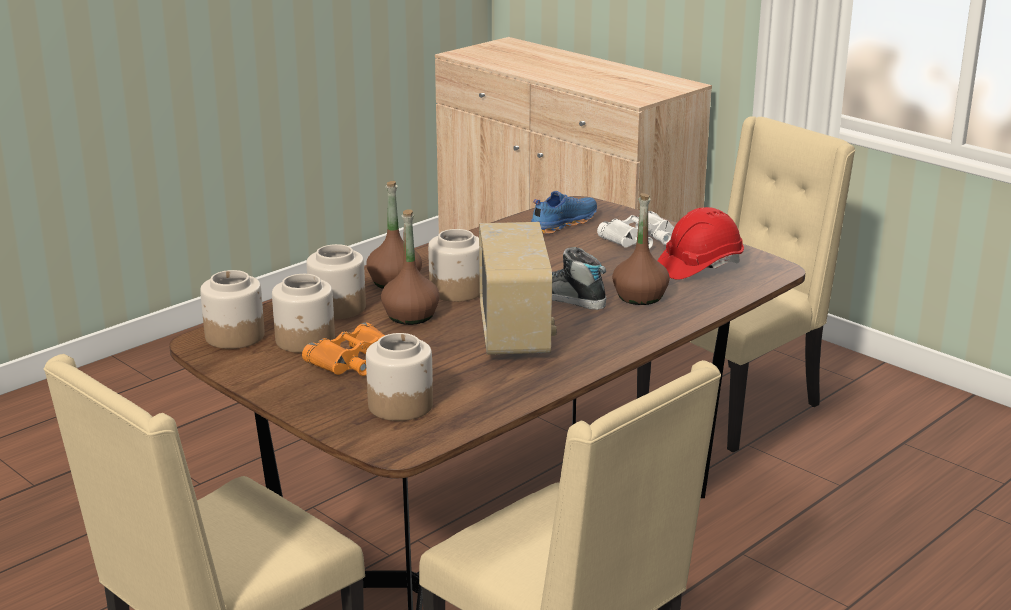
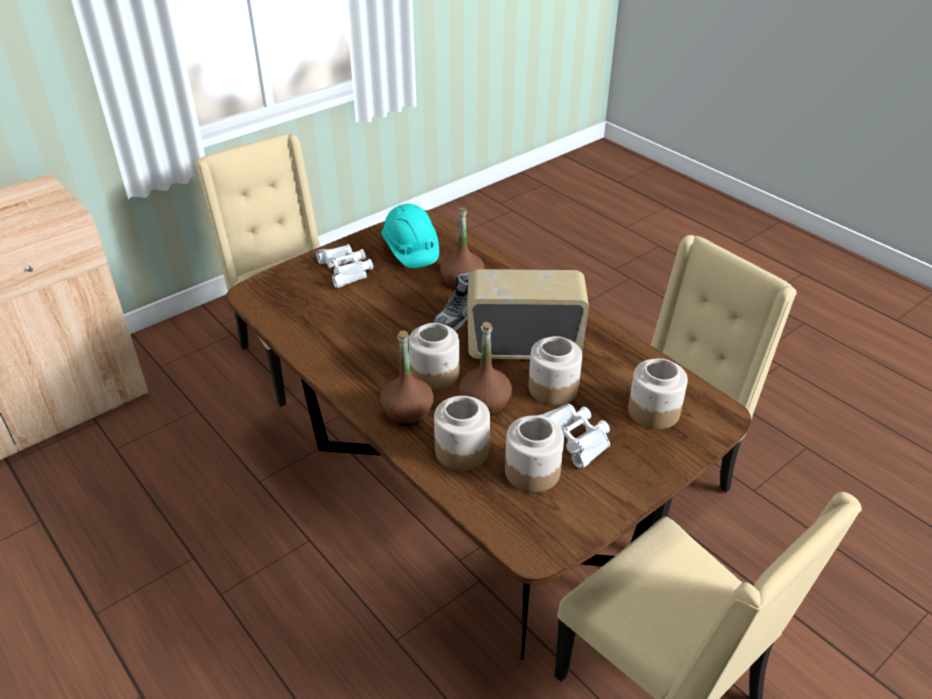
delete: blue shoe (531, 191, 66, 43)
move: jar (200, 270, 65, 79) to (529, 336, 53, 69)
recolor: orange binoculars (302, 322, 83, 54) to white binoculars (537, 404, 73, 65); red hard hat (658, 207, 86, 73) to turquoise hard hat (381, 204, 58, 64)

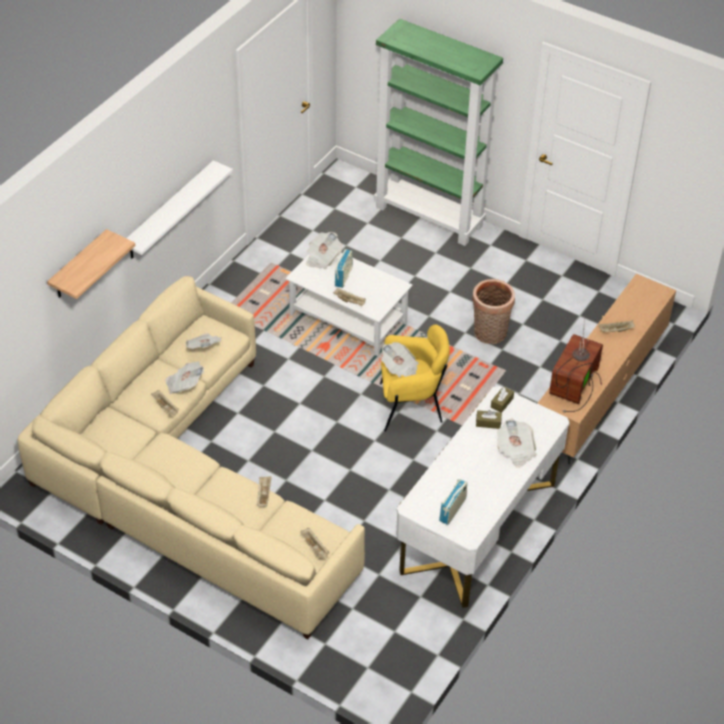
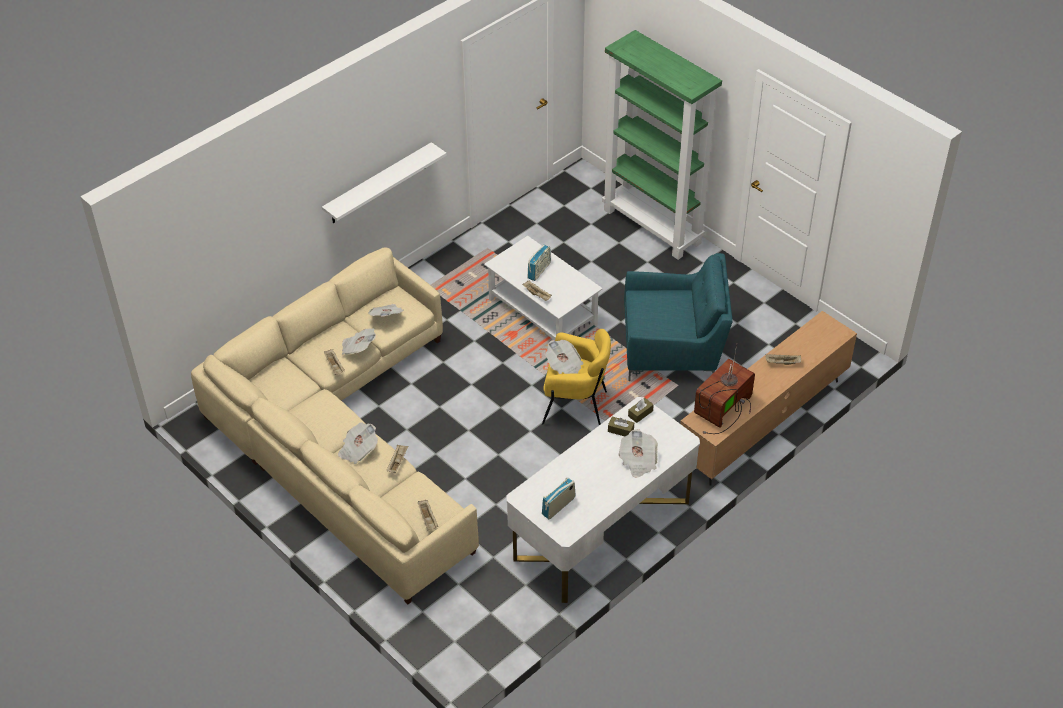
delete: shelf (47, 229, 88, 70)
move: newspaper (306, 232, 36, 37) to (338, 422, 40, 42)
replace: basket (472, 279, 43, 65) to turquoise armchair (624, 253, 109, 128)

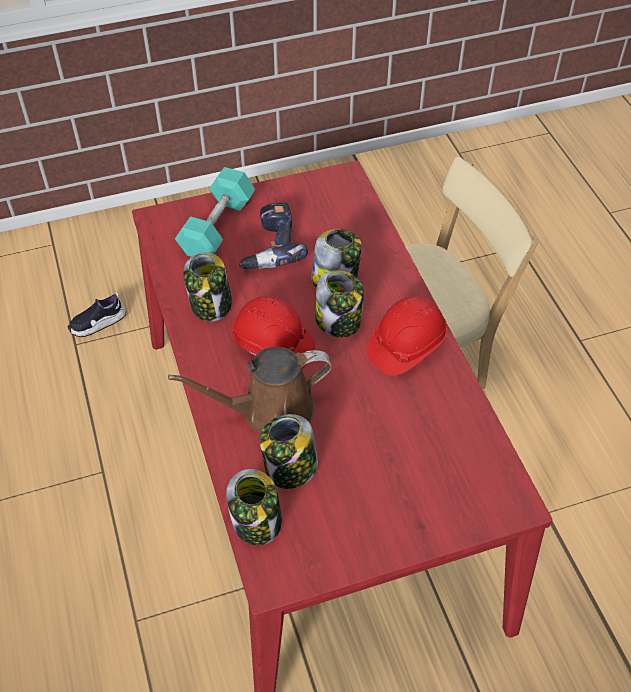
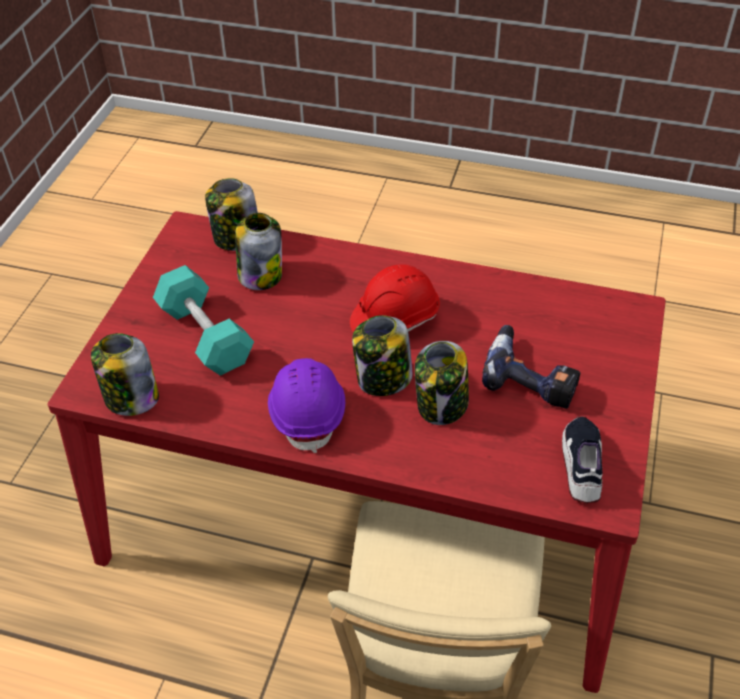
delete: brown watering can (168, 347, 164, 87)
move: shoe (67, 292, 59, 45) to (562, 416, 41, 87); turquoise dumbbell (175, 167, 80, 90) to (153, 265, 101, 111); jar (183, 252, 49, 70) to (91, 333, 68, 83)
recolor: red hard hat (367, 296, 81, 80) to purple hard hat (268, 358, 77, 95)

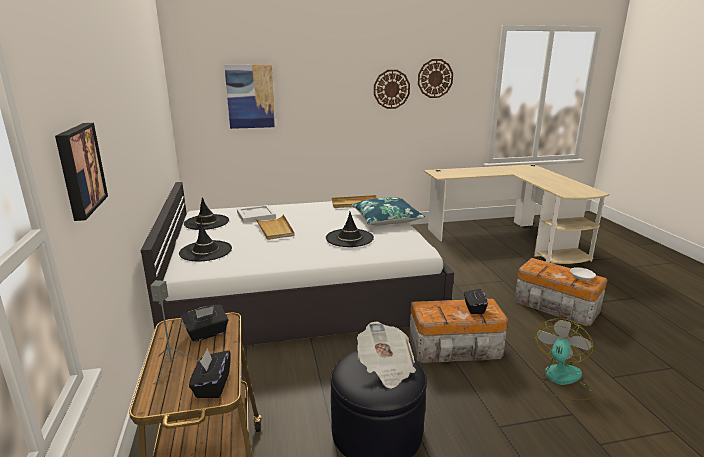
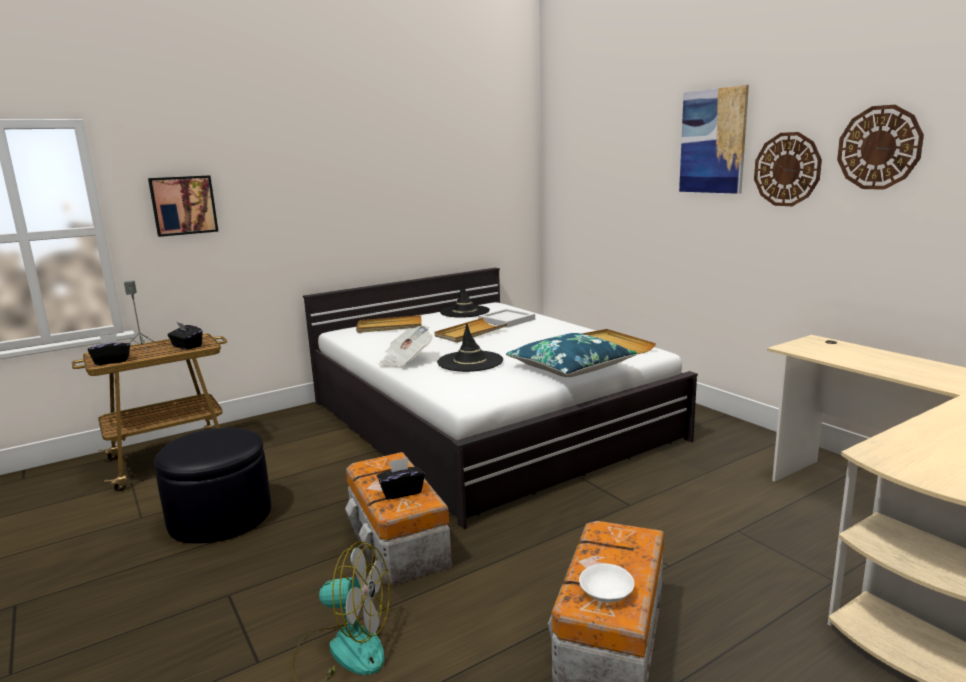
move: picture (224, 65, 52, 64) to (679, 85, 70, 109); newspaper (357, 322, 59, 67) to (379, 326, 54, 41)
replace: black hat (179, 223, 53, 38) to beige tray (356, 315, 66, 18)

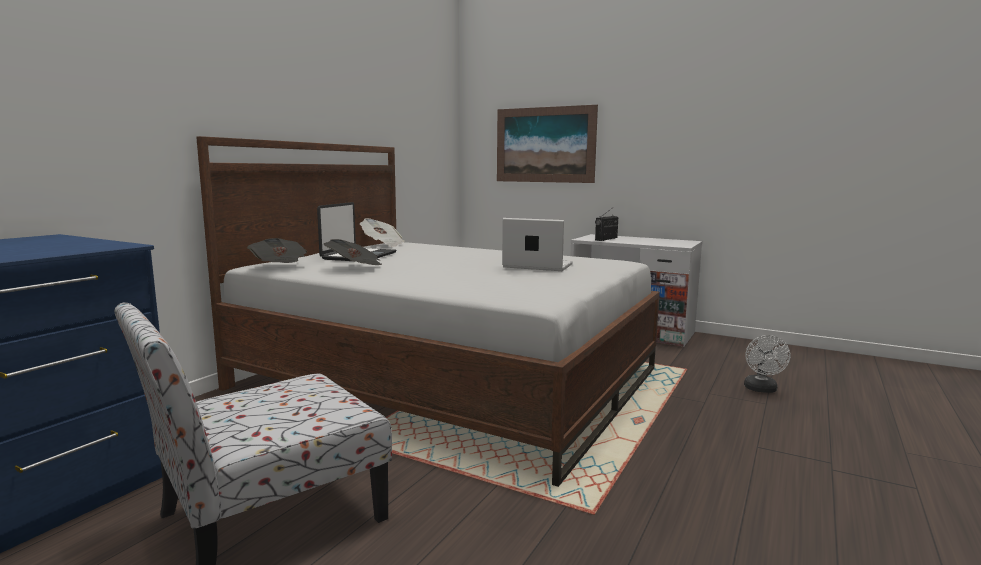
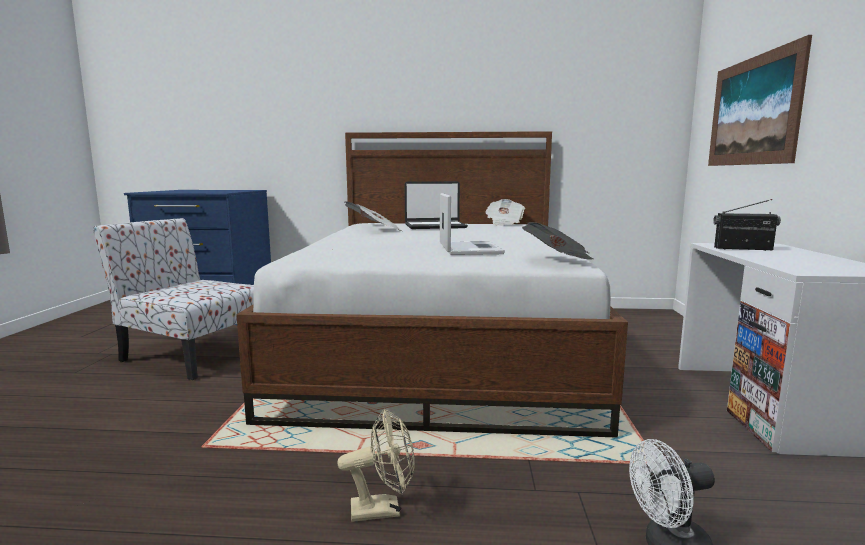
insert: beige fan (337, 408, 78, 114); newspaper (522, 222, 72, 38)

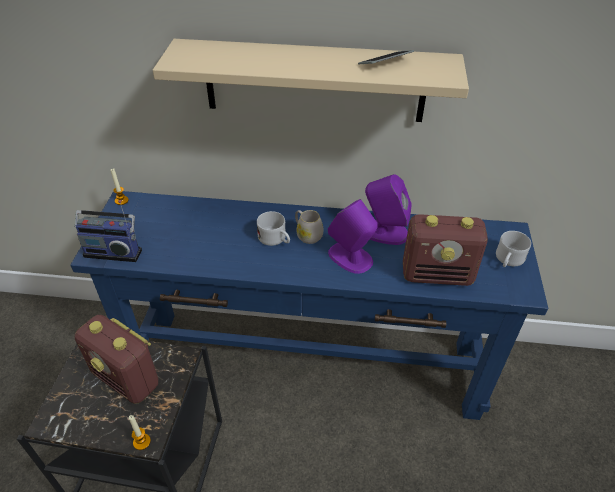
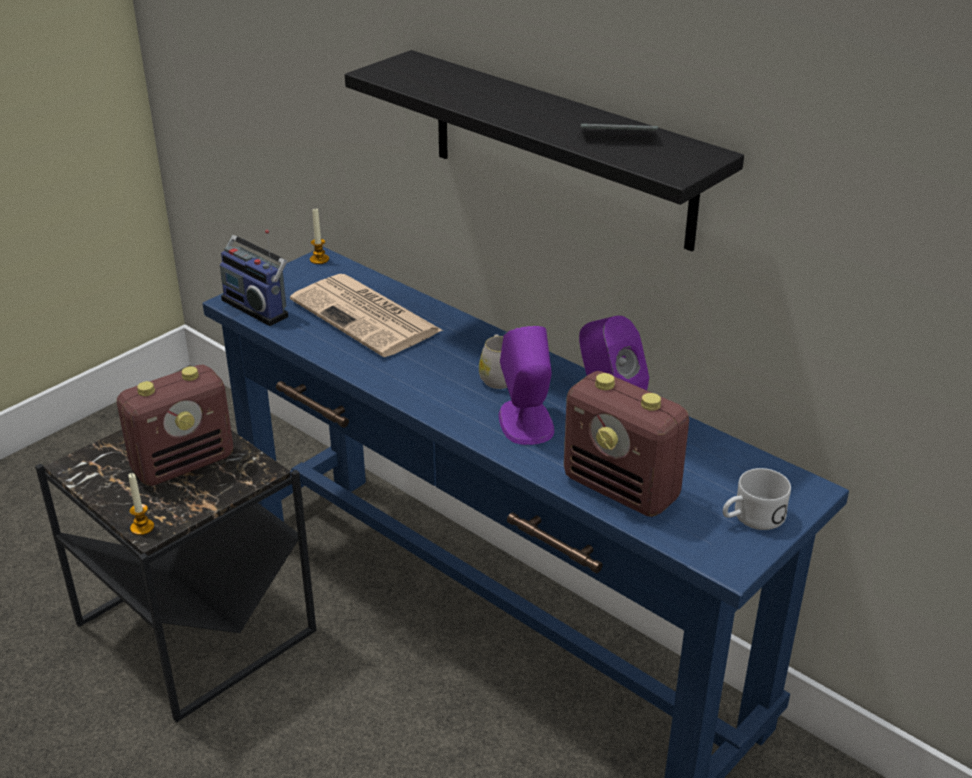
delete: white mug (257, 211, 33, 35)
insert: newspaper (290, 274, 154, 83)
recolor: beige shelf (153, 39, 316, 83) to black shelf (345, 50, 399, 201)
rotate: radio (75, 315, 83, 89) = (117, 365, 116, 121) 105 degrees counterclockwise

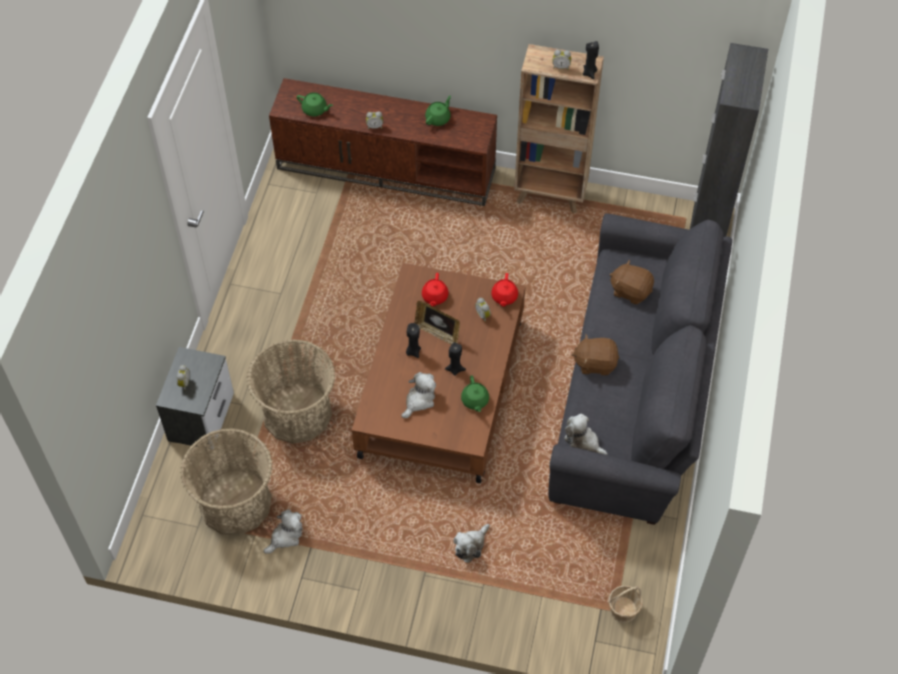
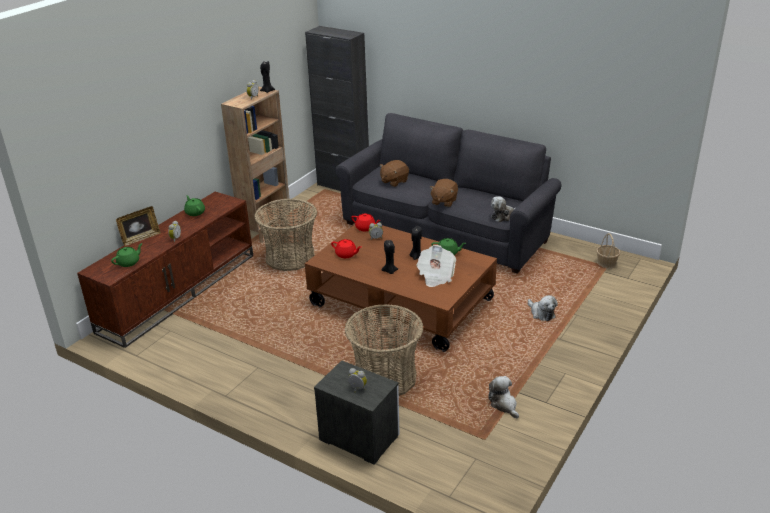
move: basket (180, 428, 92, 108) to (254, 198, 63, 73); picture frame (414, 301, 46, 44) to (116, 206, 45, 40)
replace: plush toy (402, 372, 34, 46) to newspaper (416, 245, 40, 42)

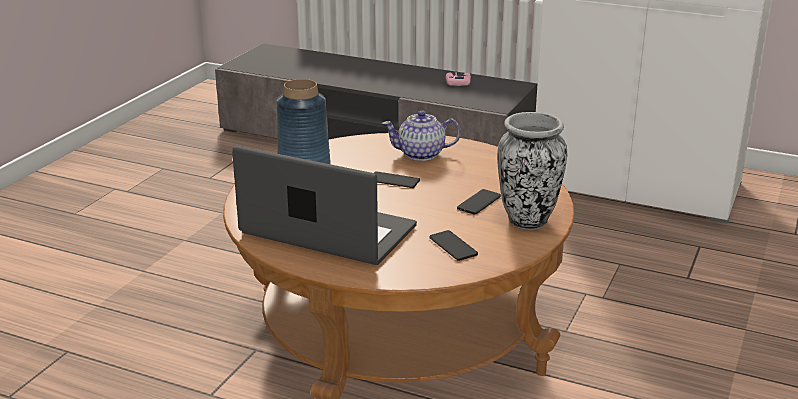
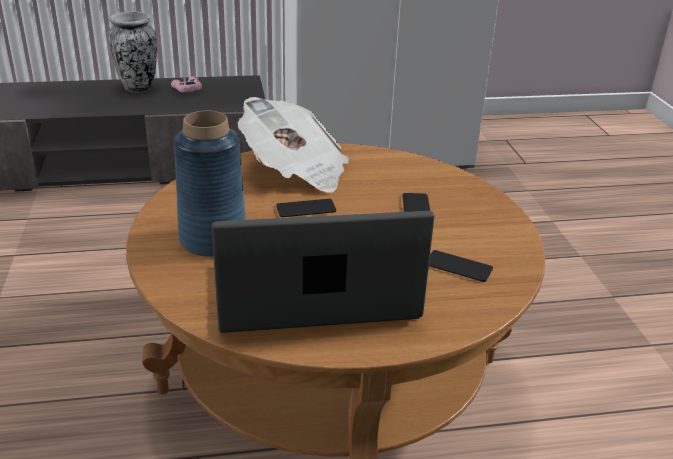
move: vase (497, 112, 70, 118) to (108, 12, 49, 81)
replace: teapot (382, 110, 79, 51) to newspaper (237, 97, 112, 96)

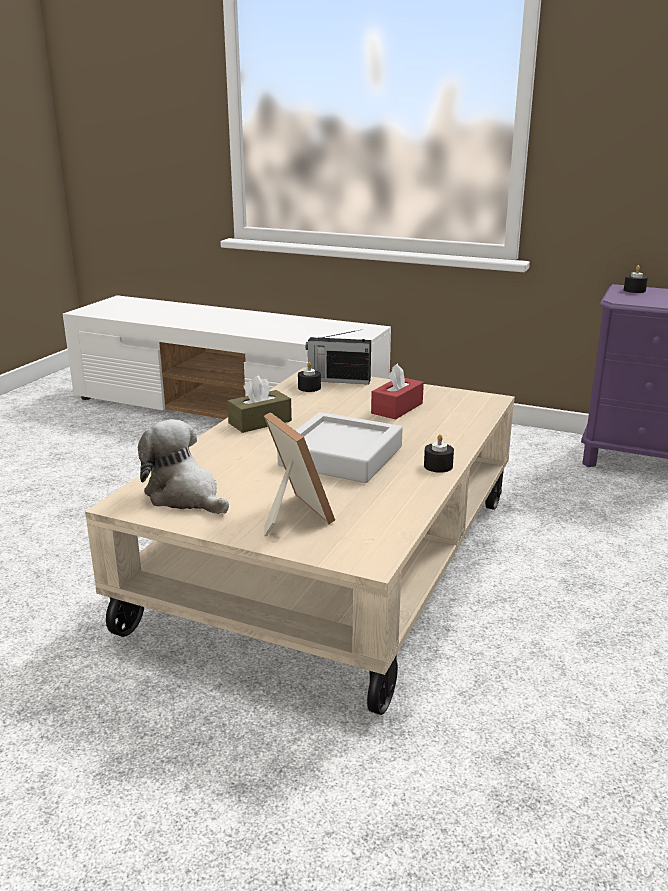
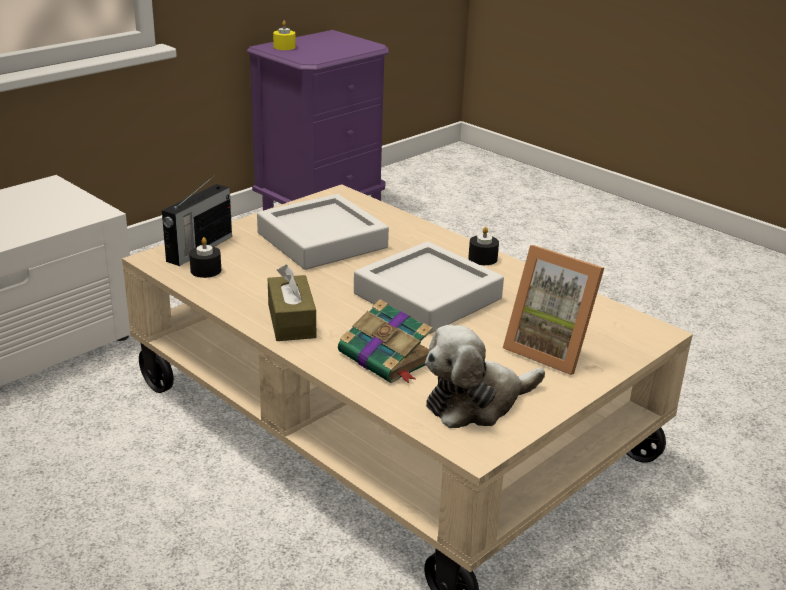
insert: book (338, 299, 95, 84)
replace: red tissue box (371, 364, 53, 56) to grey tray (257, 194, 132, 76)
recolor: black candle (624, 265, 24, 28) to yellow candle (273, 21, 23, 29)
rotate: picture frame (264, 412, 71, 124) = (503, 245, 101, 130) 135 degrees counterclockwise

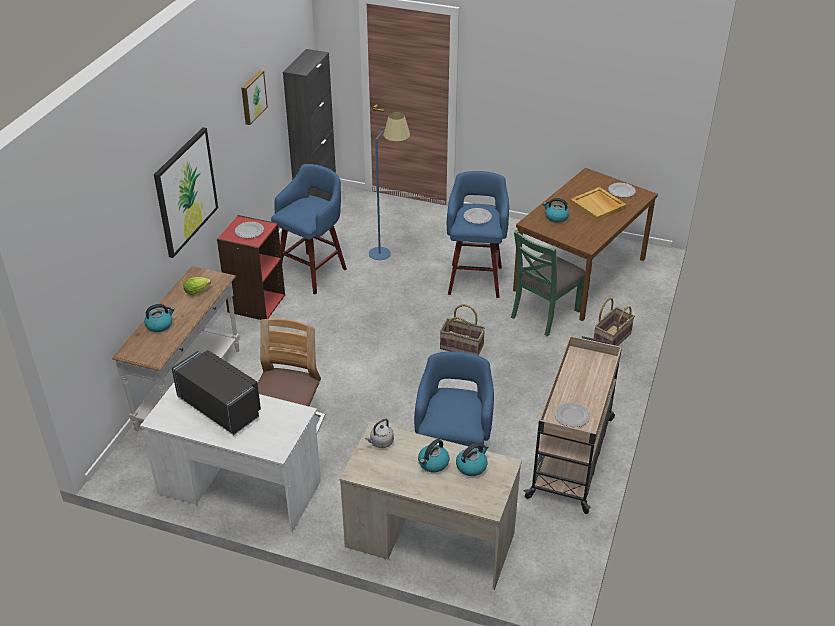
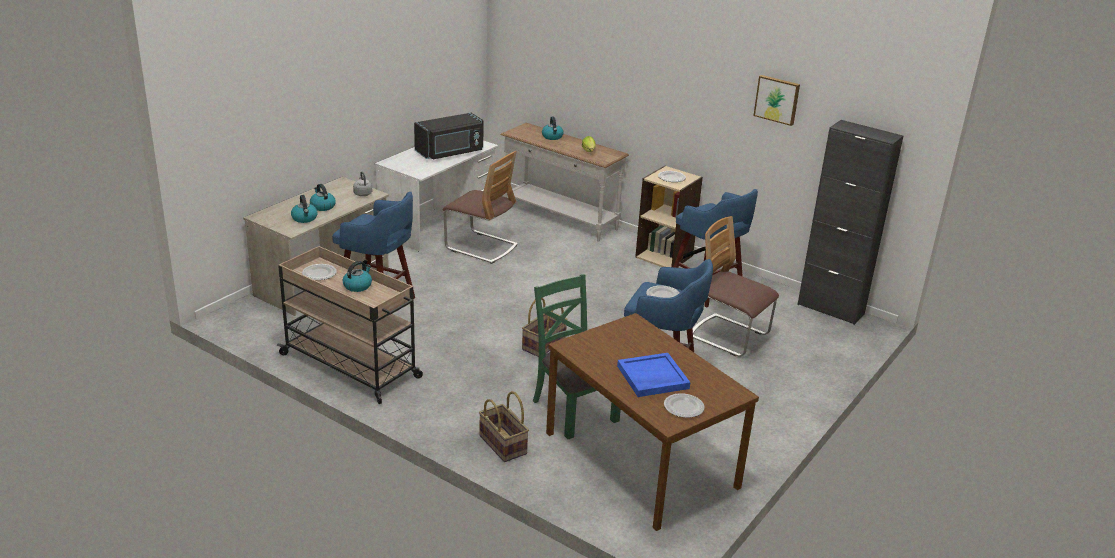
delete: picture (154, 127, 64, 131)
move: kettle (543, 198, 26, 25) to (343, 261, 29, 31)
replace: blue floor lamp (369, 112, 41, 148) to chair (693, 216, 86, 141)
recolor: red bookcase (217, 215, 68, 105) to beige bookcase (635, 166, 68, 101); beige tray (570, 187, 57, 35) to blue tray (617, 353, 74, 44)

